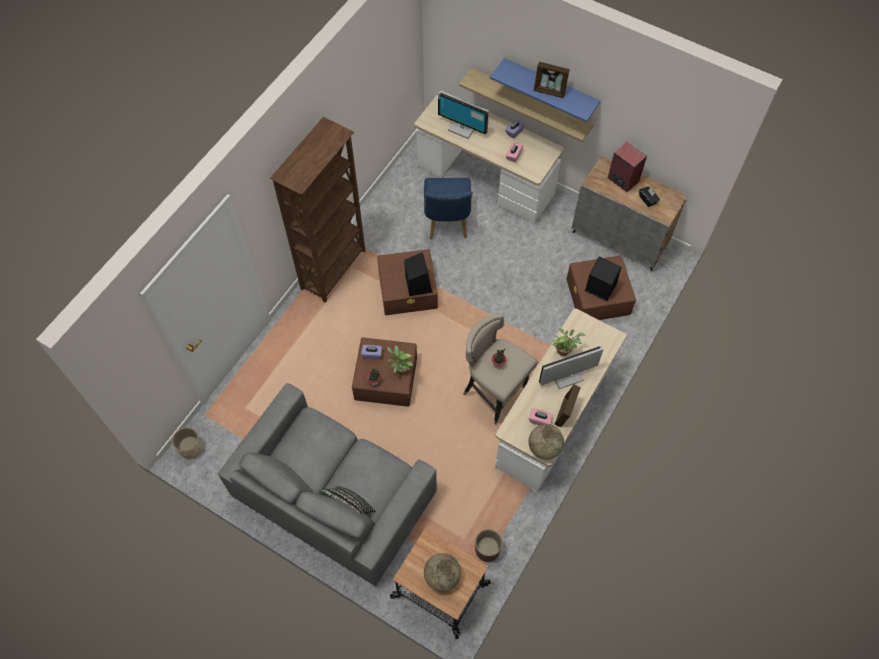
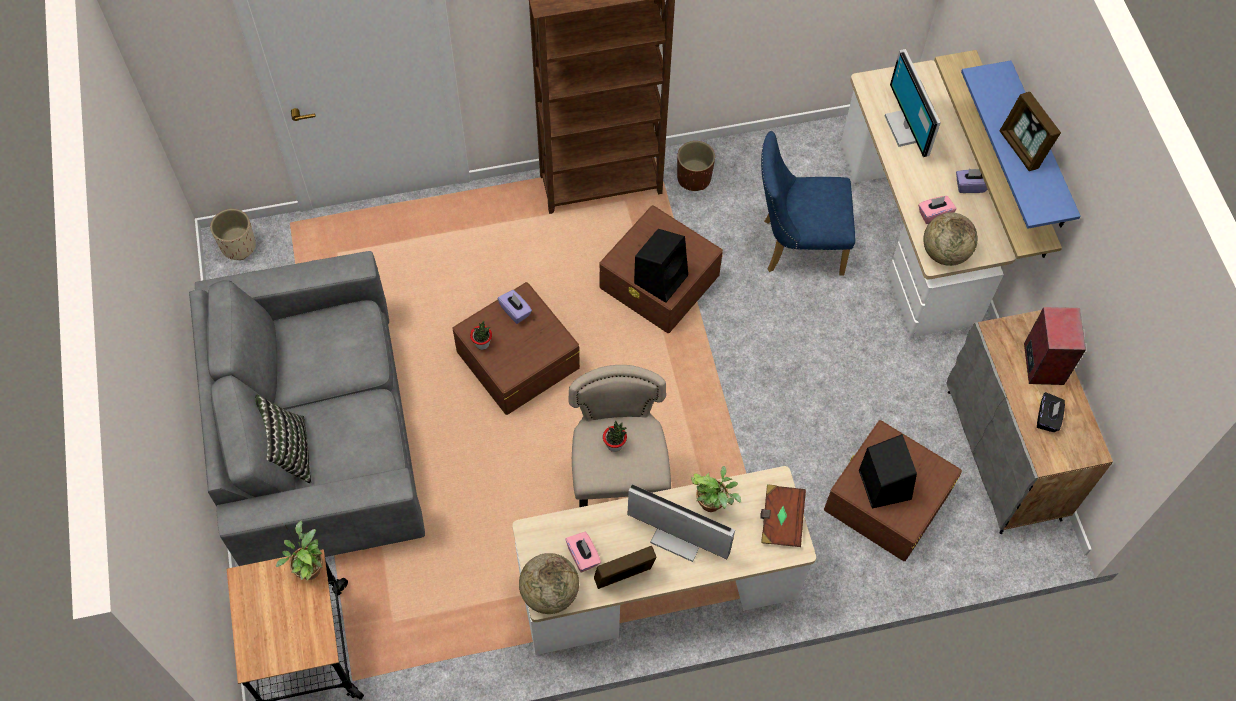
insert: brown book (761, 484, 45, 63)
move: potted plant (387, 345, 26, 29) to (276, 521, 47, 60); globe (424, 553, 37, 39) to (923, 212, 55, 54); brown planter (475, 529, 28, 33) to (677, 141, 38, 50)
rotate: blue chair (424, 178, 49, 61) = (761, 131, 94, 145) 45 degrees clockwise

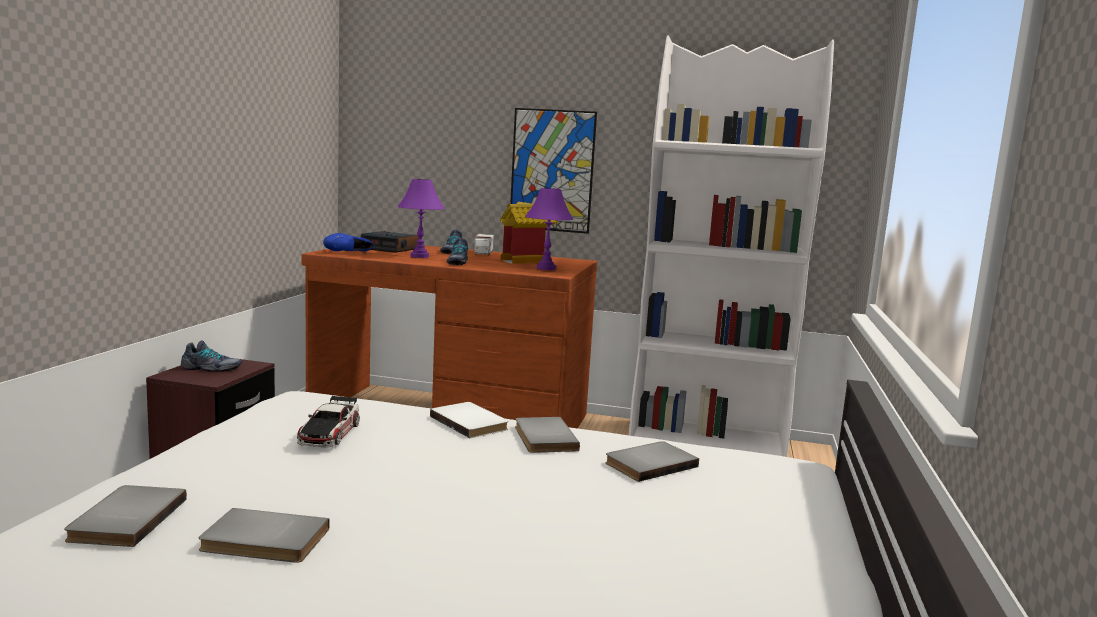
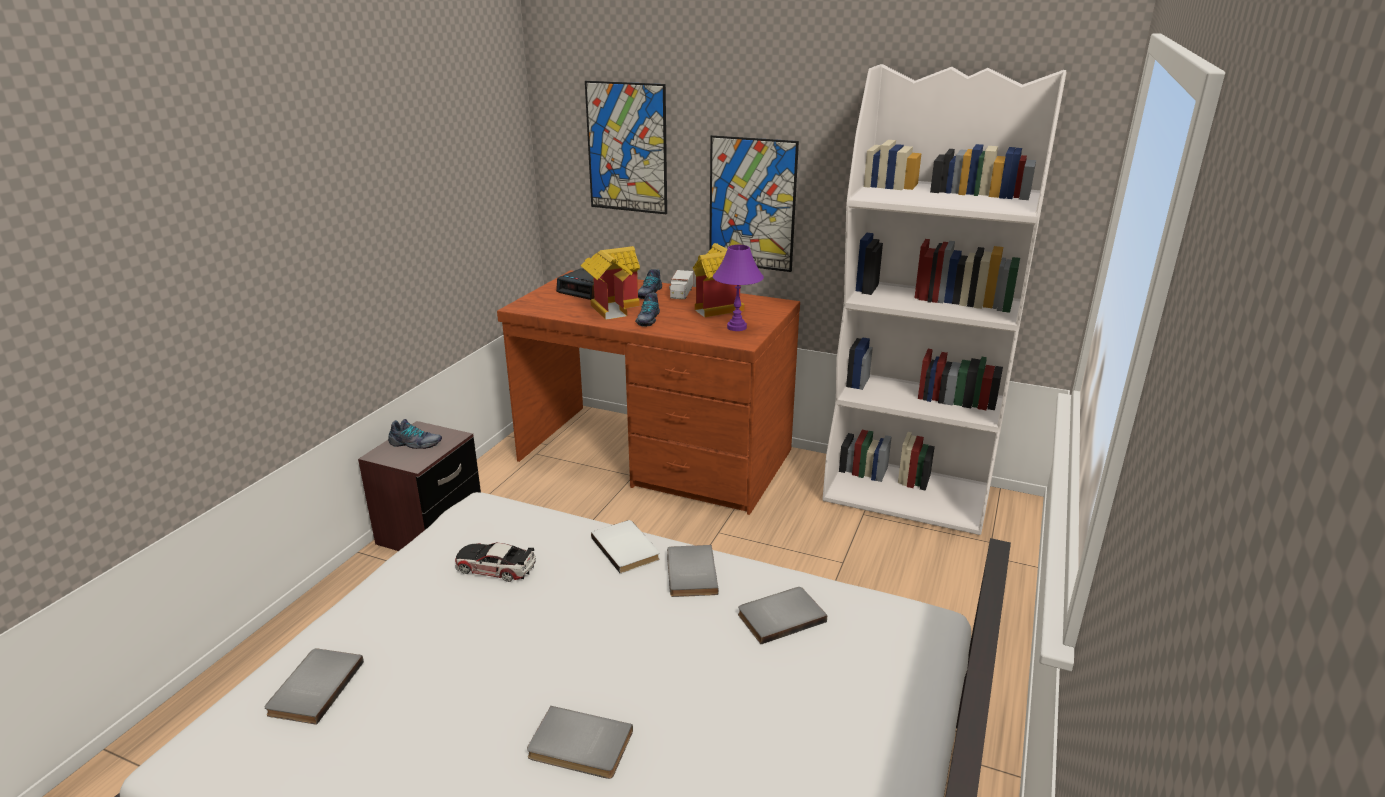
delete: blue shoe (323, 233, 52, 19)
insert: picture (585, 81, 82, 133)
move: grey book (199, 508, 131, 55) to (527, 706, 106, 73)
replace: purple table lamp (398, 179, 47, 79) to toy house (580, 246, 60, 74)
rotate: toy car (297, 396, 63, 52) = (455, 542, 81, 40) 90 degrees clockwise

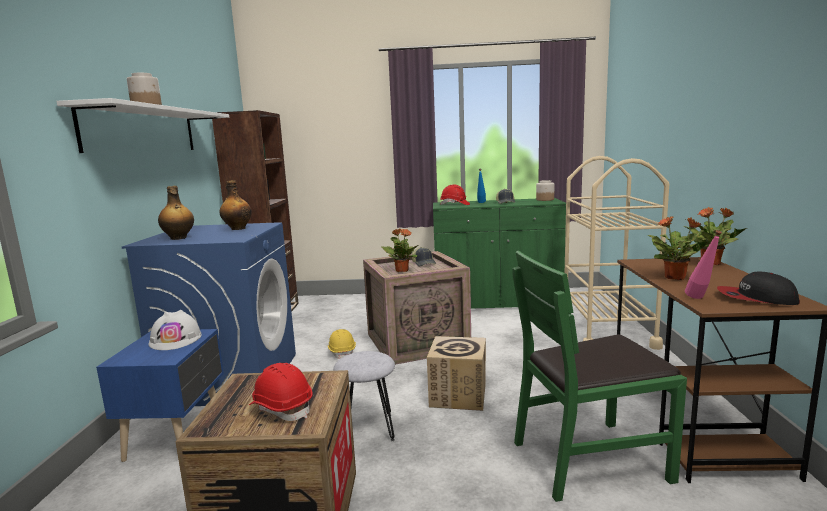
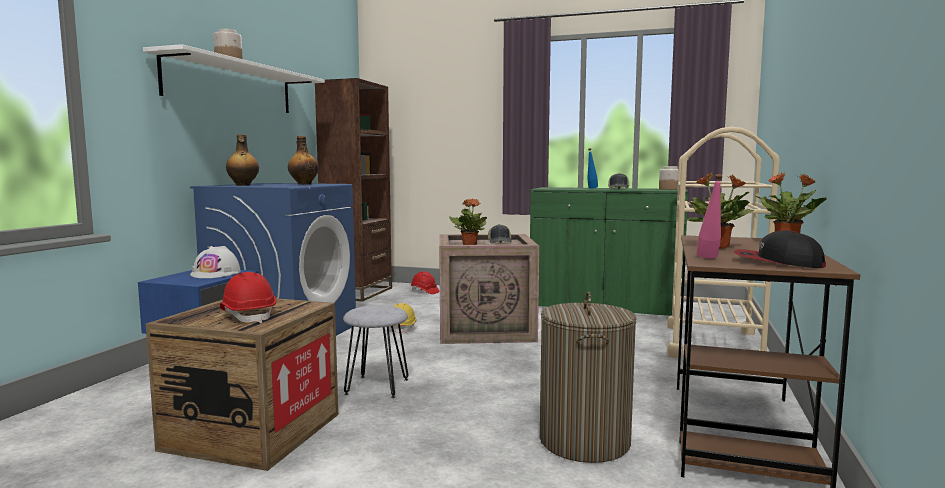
delete: cardboard box (427, 336, 59, 75)
move: red hard hat (440, 184, 30, 21) to (411, 271, 28, 23)
replace: green chair (513, 251, 174, 251) to laundry basket (540, 292, 96, 171)

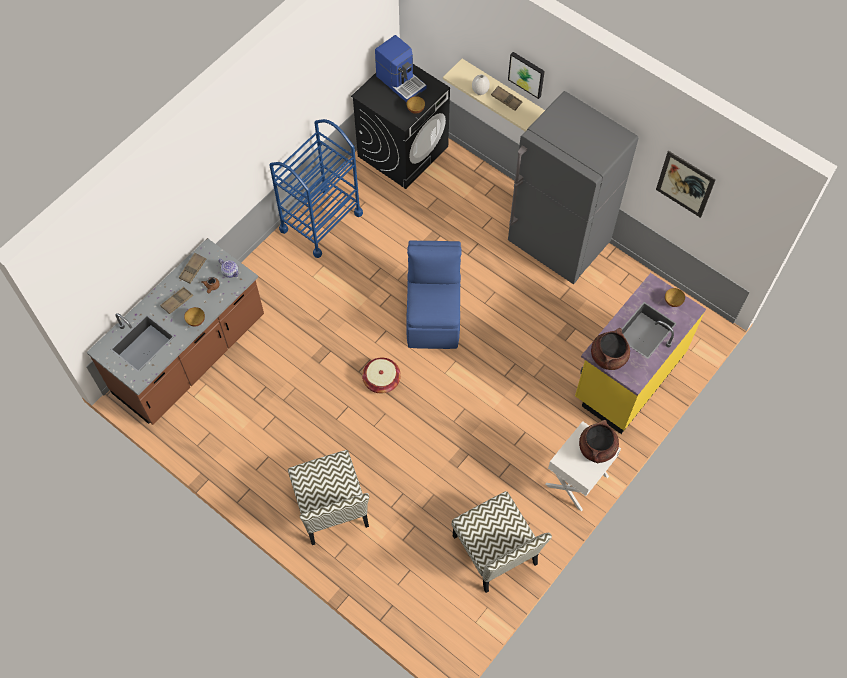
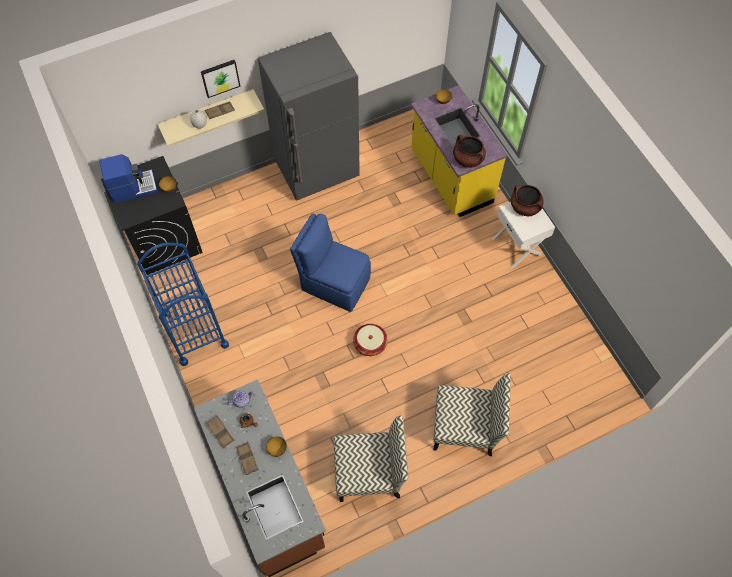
delete: picture (656, 151, 60, 67)
move: chair (452, 491, 100, 102) to (334, 415, 74, 87)

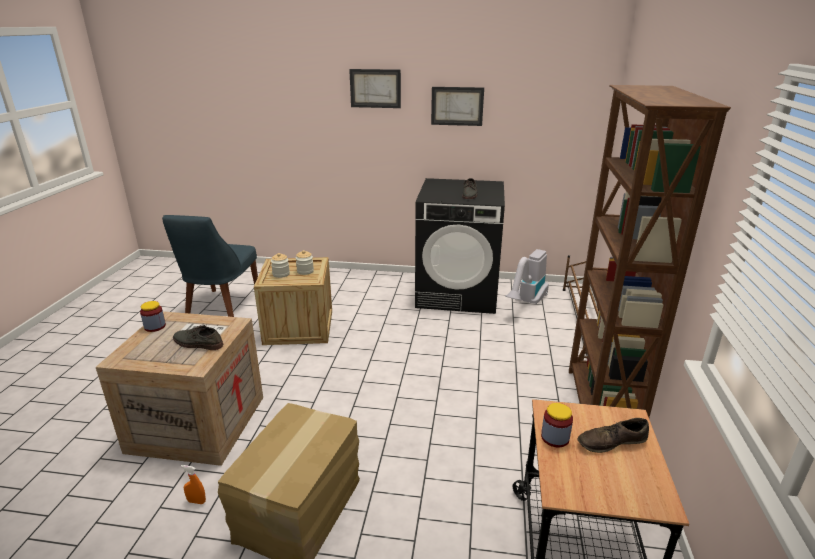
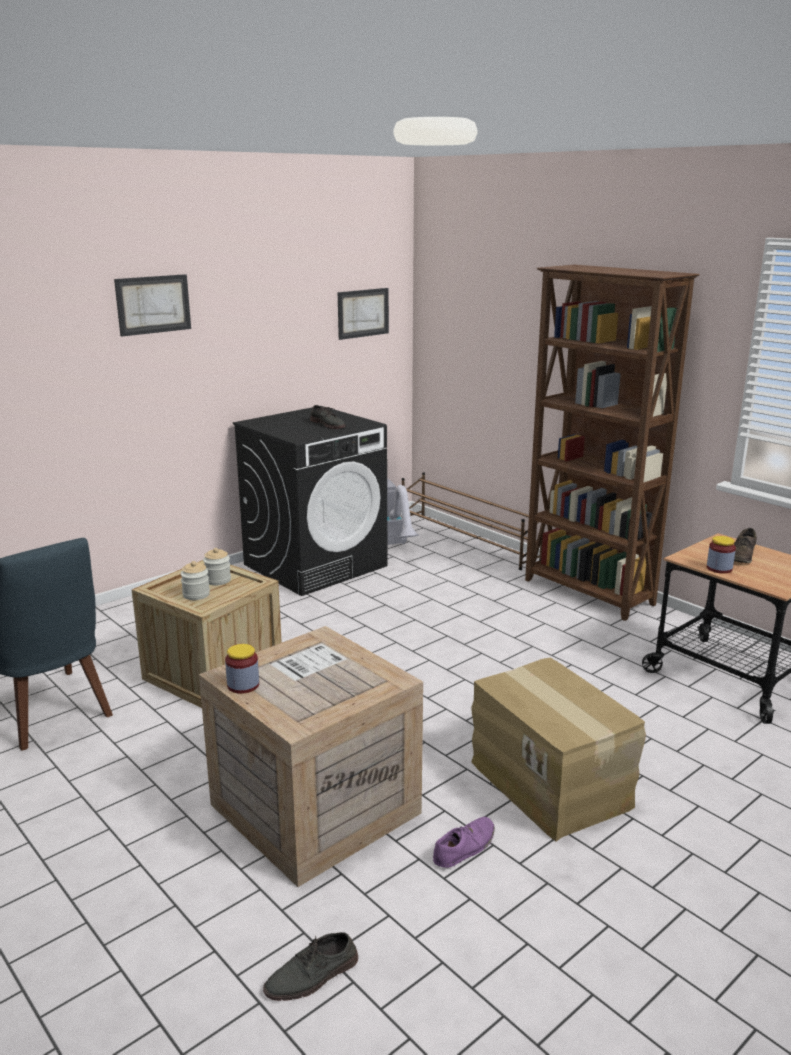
move: grey shoe (173, 325, 50, 25) to (263, 932, 95, 69); picture (431, 87, 53, 39) to (338, 288, 51, 52)
replace: orange spray bottle (180, 465, 26, 39) to purple shoe (433, 817, 62, 51)

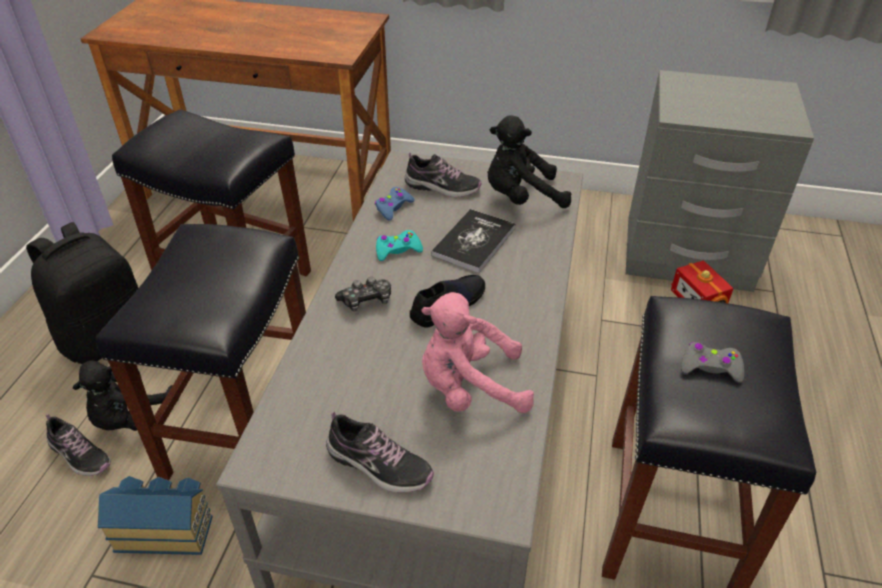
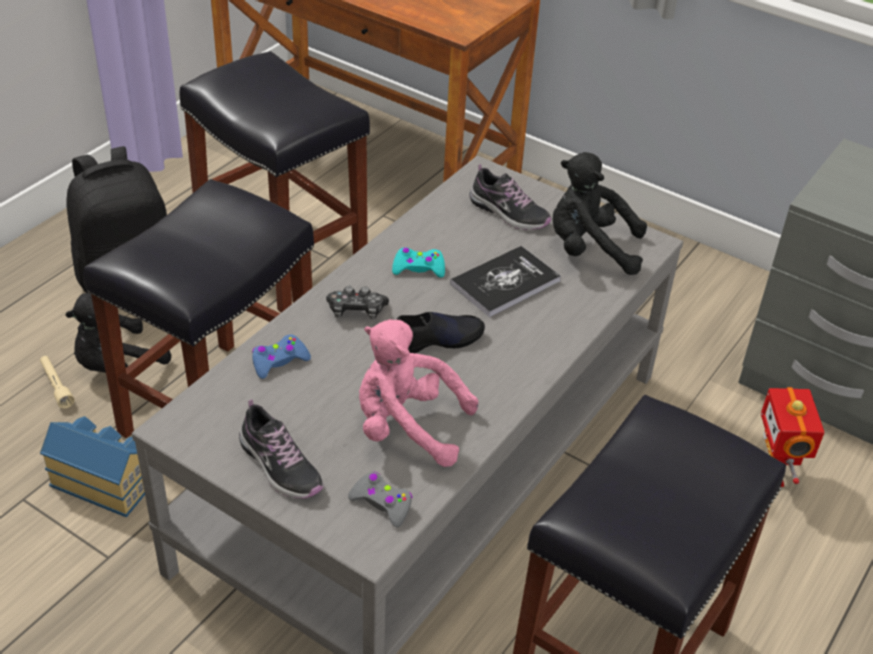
move: blue game controller (375, 187, 40, 33) to (252, 334, 59, 45); grey game controller (681, 342, 63, 41) to (348, 472, 65, 56)
replace: shoe (46, 414, 65, 62) to beige flashlight (40, 356, 35, 52)

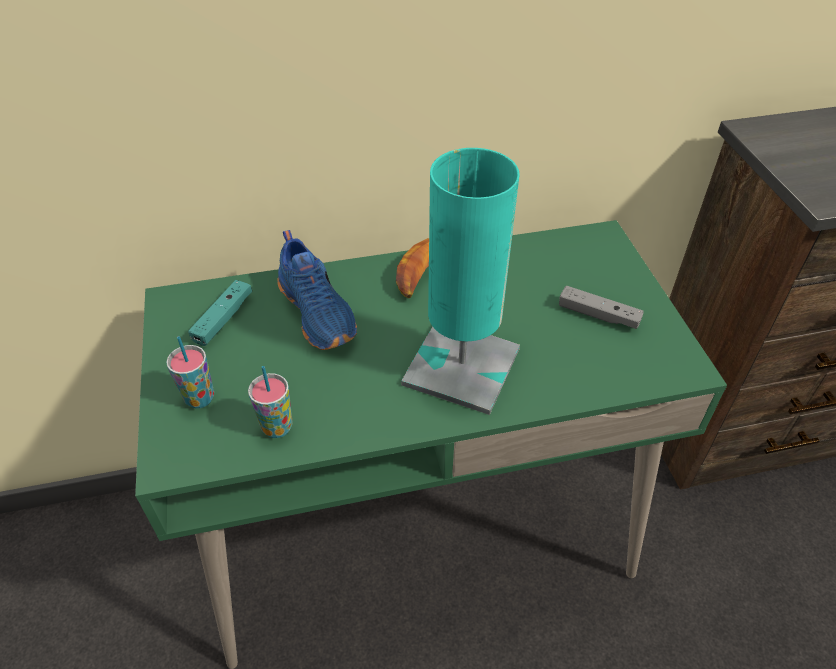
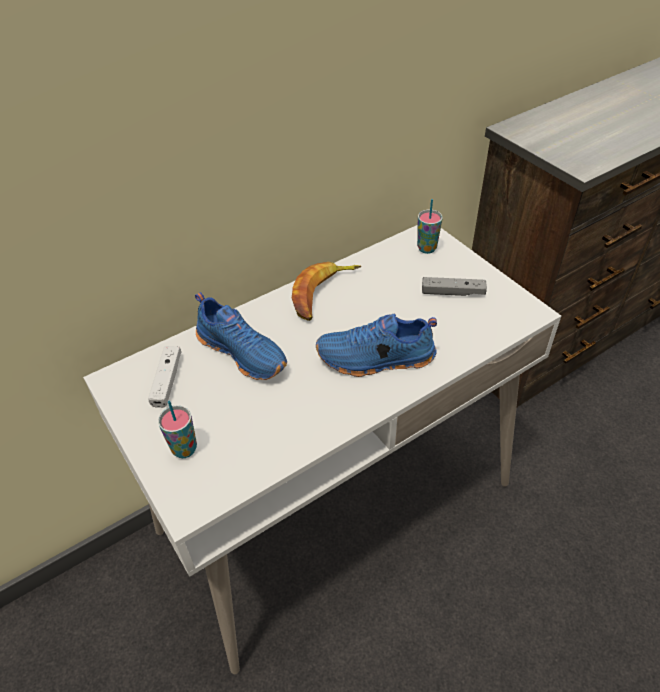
move: cup (248, 366, 45, 72) to (417, 199, 26, 55)
replace: turquoise table lamp (401, 148, 119, 267) to blue shoe (316, 314, 121, 63)
recolor: green desk (135, 220, 592, 449) to white desk (83, 225, 478, 449); turquoise game controller (188, 280, 64, 66) to white game controller (148, 346, 33, 62)

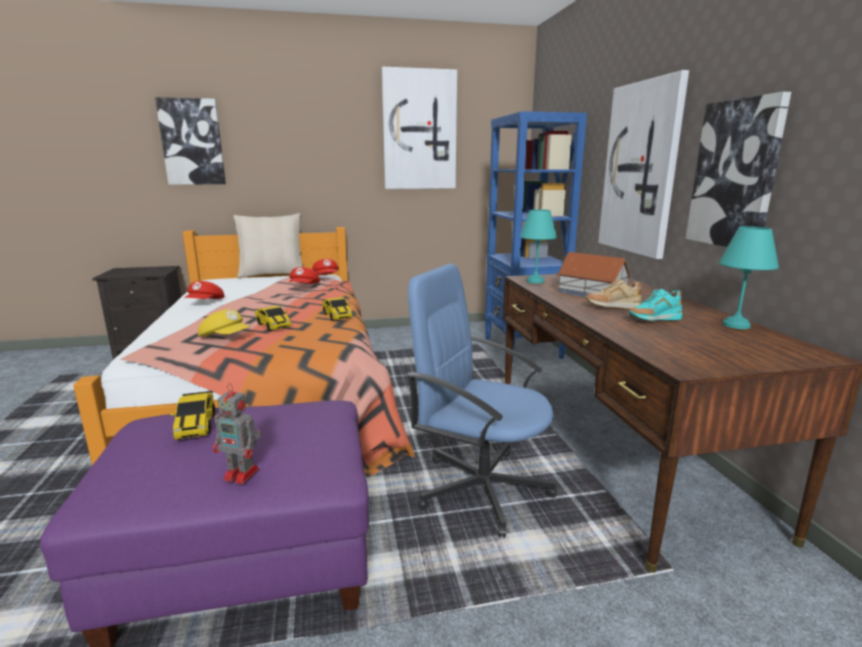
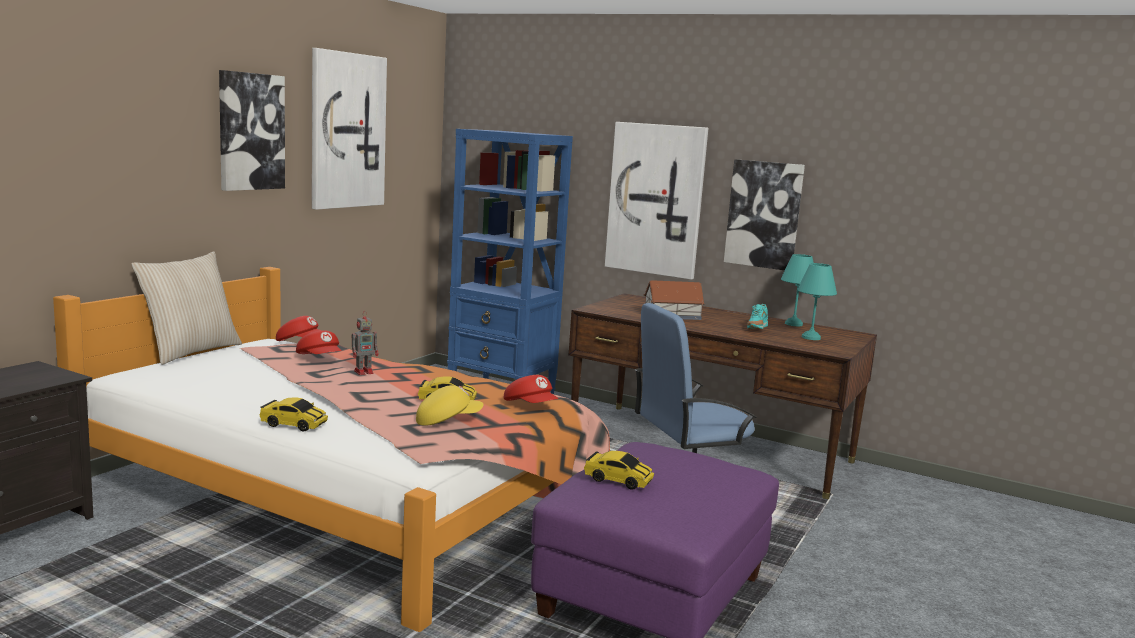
delete: beige shoe (586, 279, 56, 30)
move: picture (155, 97, 71, 88) to (219, 70, 66, 121); red cap (184, 281, 41, 18) to (504, 375, 54, 28); toy robot (213, 383, 48, 101) to (352, 311, 26, 64); toy car (322, 297, 30, 24) to (259, 397, 69, 34); turquoise table lamp (520, 209, 37, 75) to (797, 263, 40, 77)

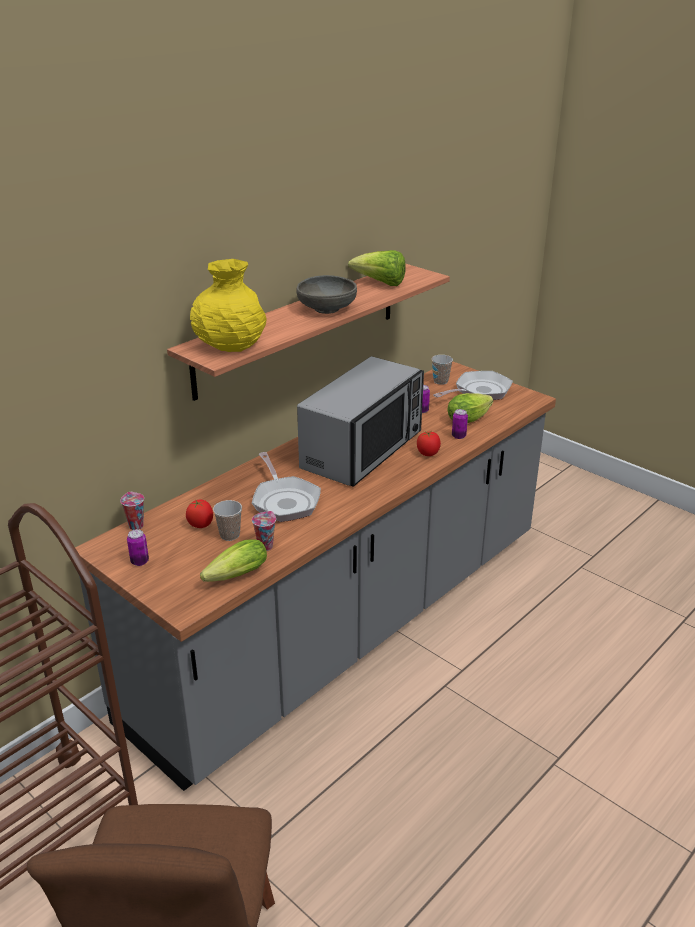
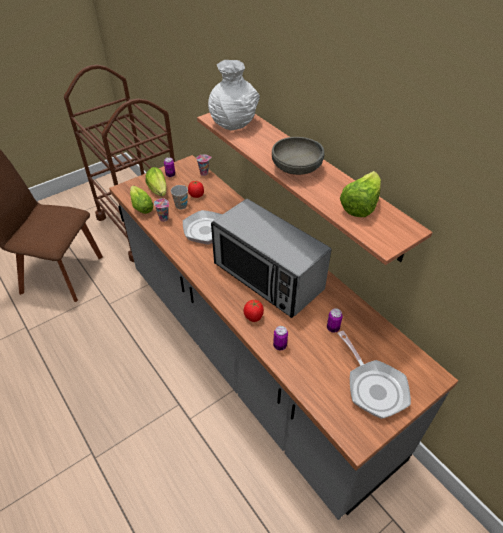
delete: cup (432, 355, 21, 30)
move: lettuce (448, 393, 45, 30) to (145, 167, 22, 29)
recolor: yellow vase (190, 259, 76, 93) to white vase (208, 60, 52, 71)

